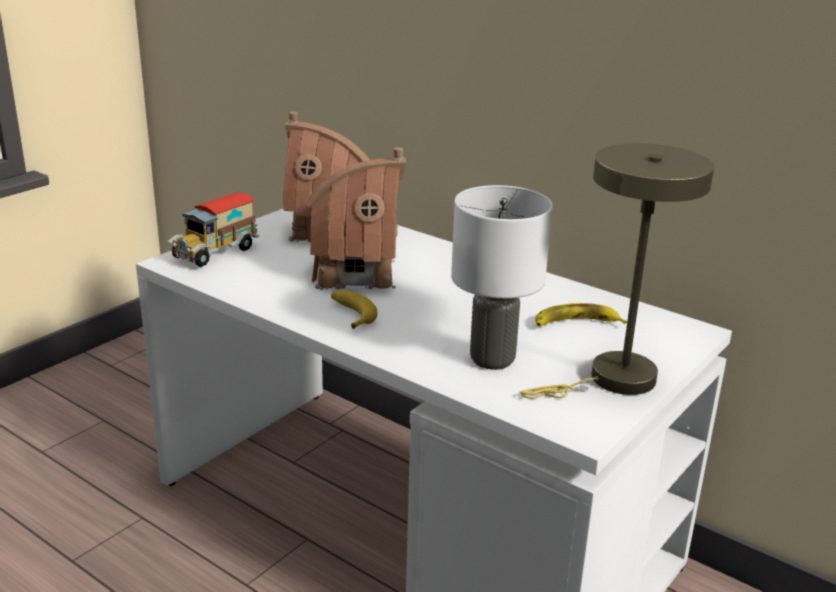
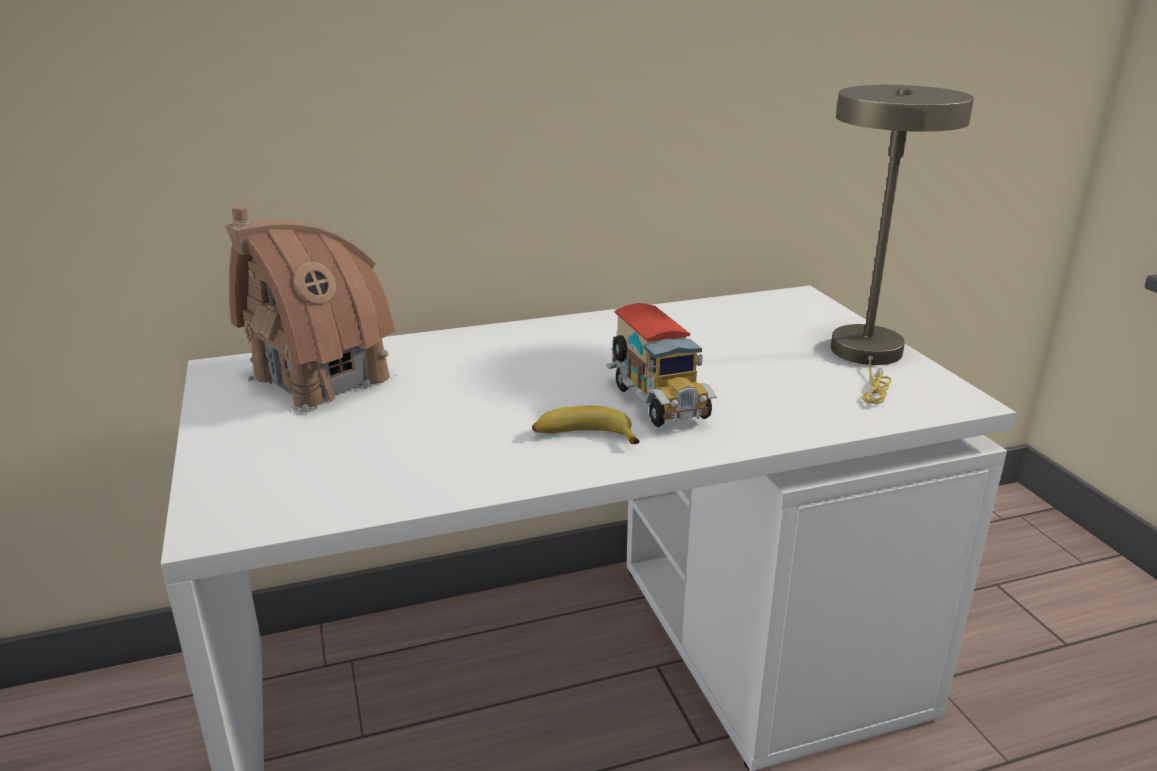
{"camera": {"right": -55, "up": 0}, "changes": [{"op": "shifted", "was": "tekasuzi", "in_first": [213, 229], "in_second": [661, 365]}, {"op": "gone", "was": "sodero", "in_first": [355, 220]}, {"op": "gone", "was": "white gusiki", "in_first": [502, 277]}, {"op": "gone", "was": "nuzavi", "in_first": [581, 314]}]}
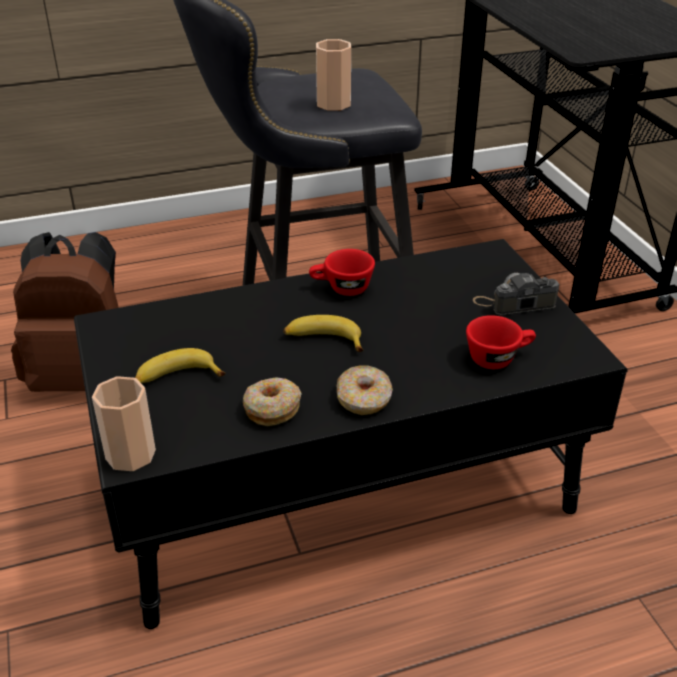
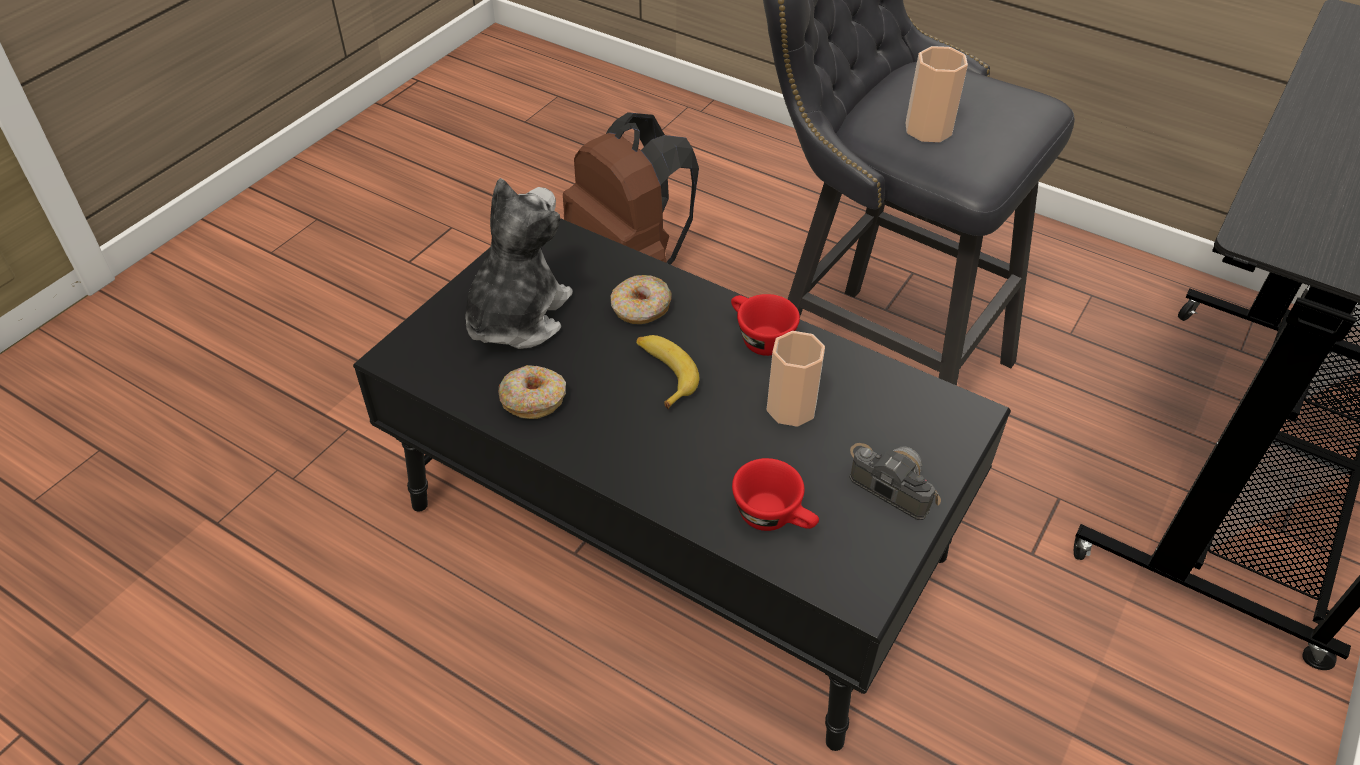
{"camera": {"right": 50, "up": 10}, "changes": [{"op": "swapped", "was": "nuzavi", "now": "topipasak", "in_first": [180, 365], "in_second": [519, 263]}, {"op": "shifted", "was": "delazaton", "in_first": [365, 390], "in_second": [641, 299]}, {"op": "shifted", "was": "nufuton", "in_first": [124, 423], "in_second": [796, 379]}]}
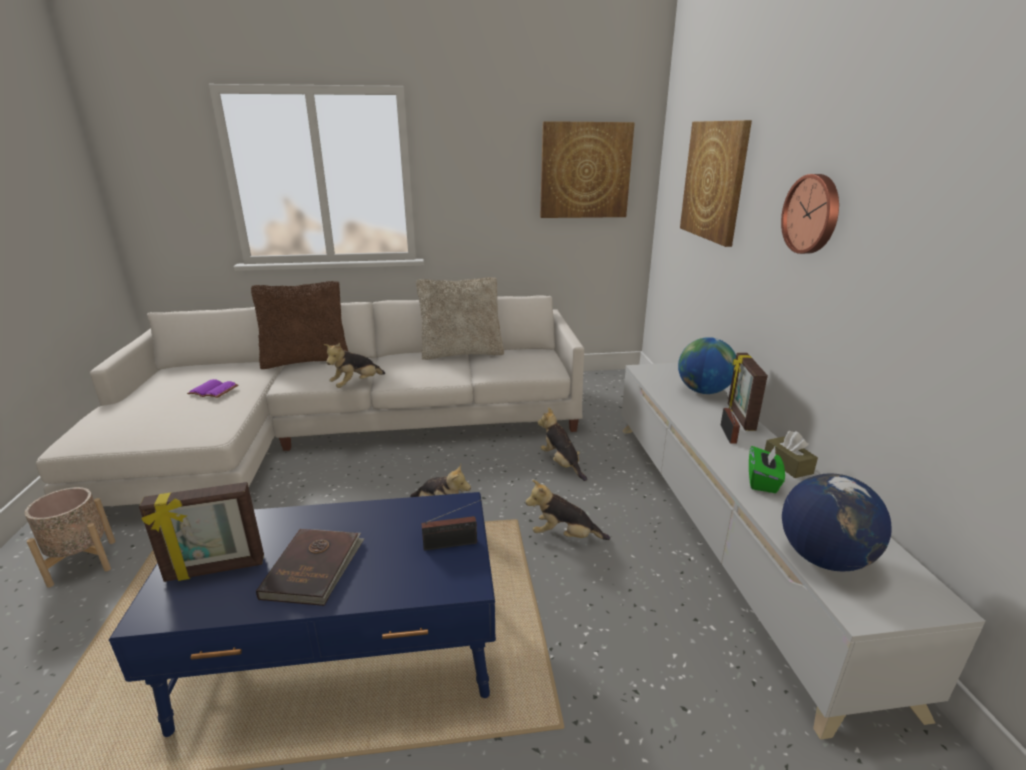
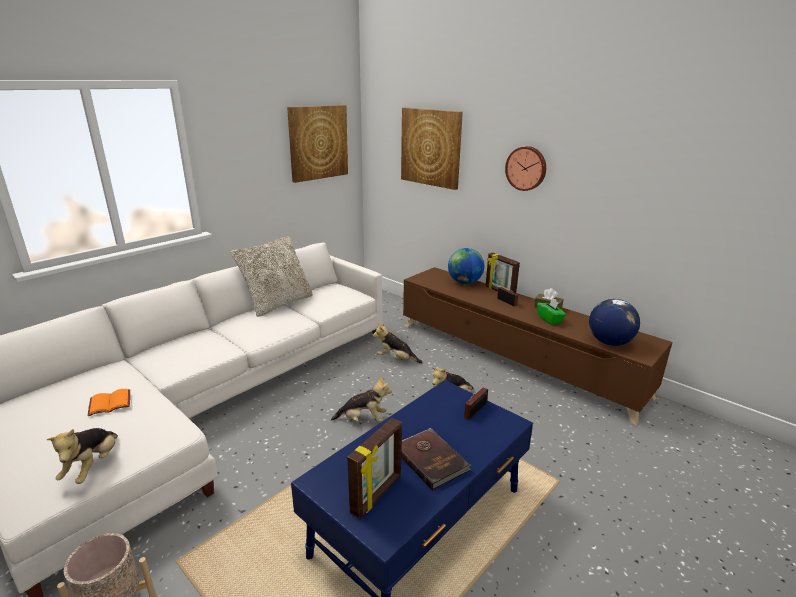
{"camera": {"right": -40, "up": 0}, "changes": [{"op": "shifted", "was": "topipasak", "in_first": [354, 365], "in_second": [82, 456]}, {"op": "repainted", "was": "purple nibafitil", "now": "orange nibafitil", "in_first": [212, 388], "in_second": [109, 402]}, {"op": "repainted", "was": "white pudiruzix", "now": "brown pudiruzix", "in_first": [804, 551], "in_second": [537, 346]}, {"op": "gone", "was": "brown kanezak", "in_first": [299, 325]}]}
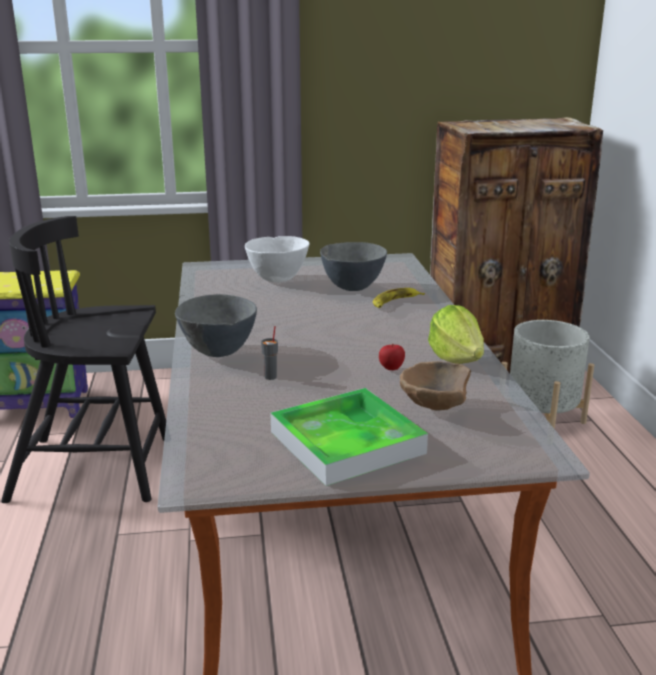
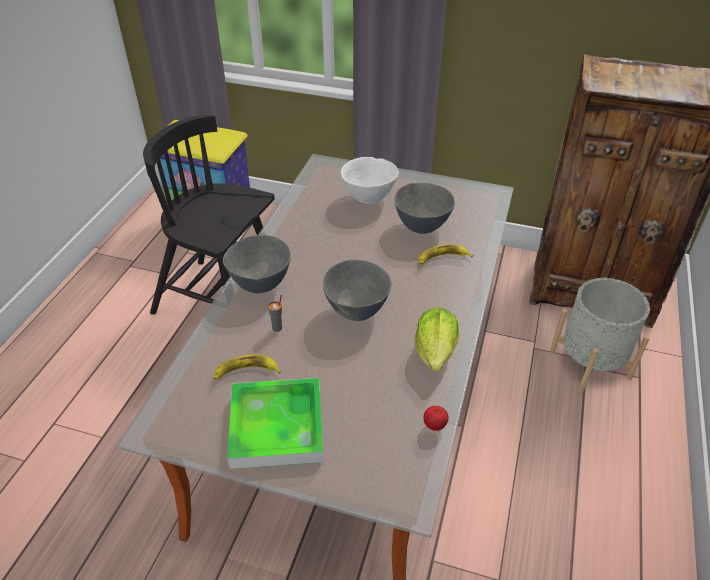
{"camera": {"right": 25, "up": 20}, "changes": [{"op": "new", "now": "nuzavi", "in_second": [247, 367]}, {"op": "new", "now": "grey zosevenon", "in_second": [357, 290]}, {"op": "shifted", "was": "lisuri", "in_first": [392, 357], "in_second": [436, 418]}, {"op": "gone", "was": "brown zosevenon", "in_first": [435, 386]}]}
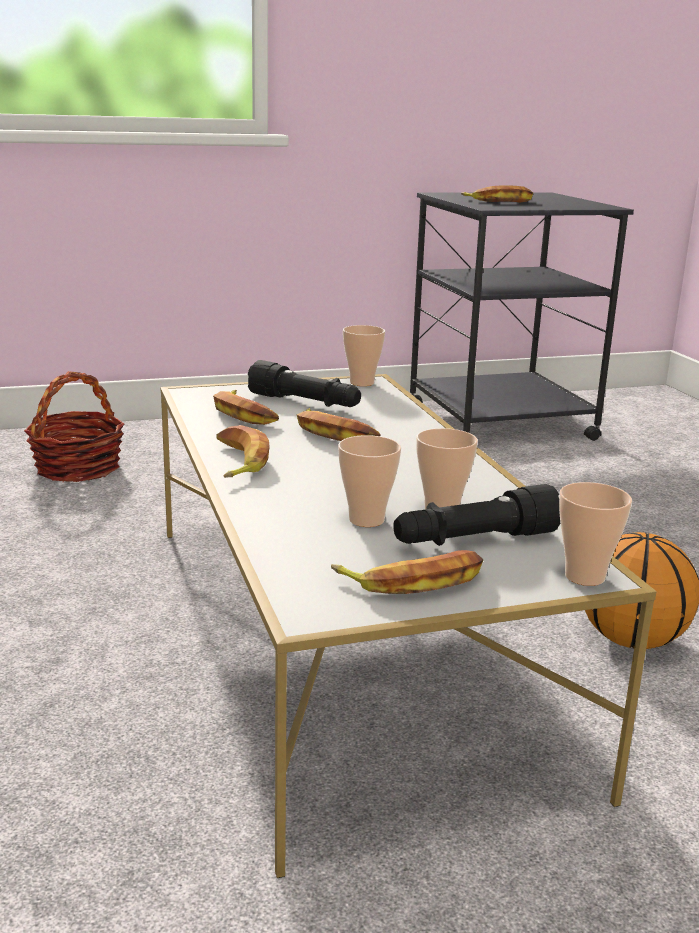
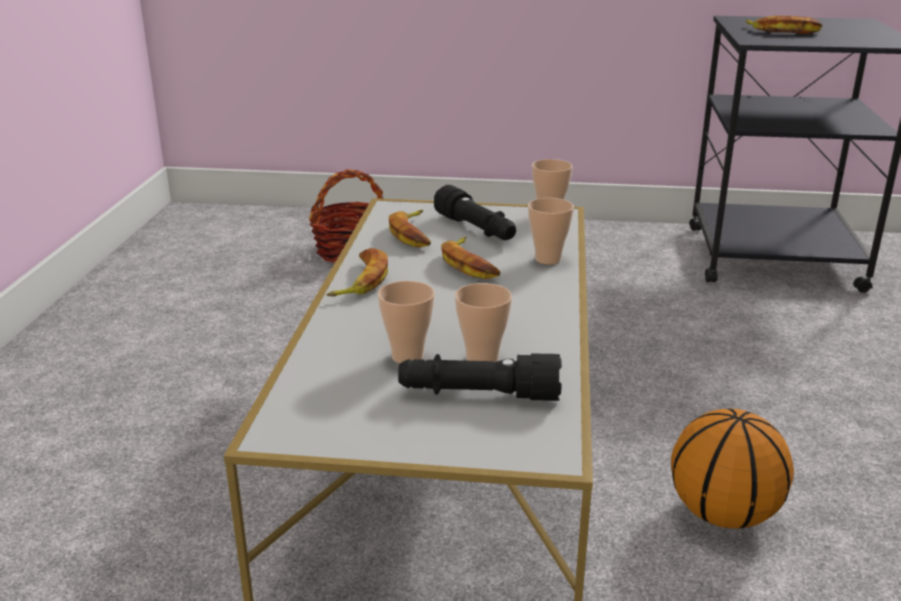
{"camera": {"right": 25, "up": 5}, "changes": [{"op": "shifted", "was": "nufuton", "in_first": [595, 534], "in_second": [551, 231]}, {"op": "gone", "was": "nuzavi", "in_first": [407, 572]}]}
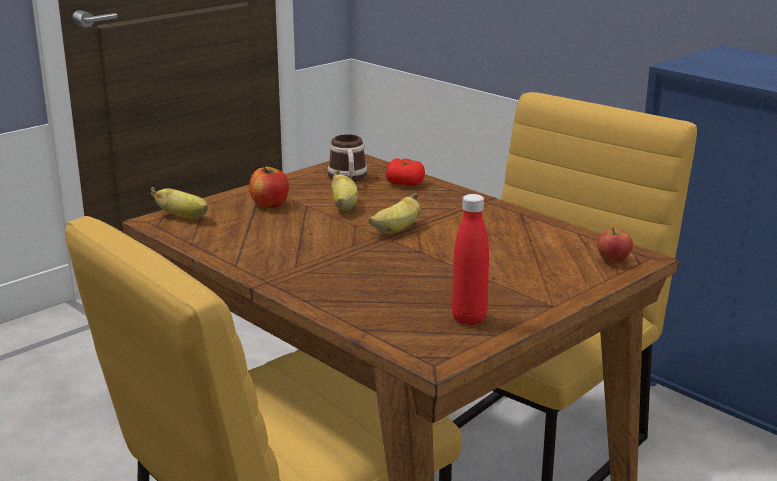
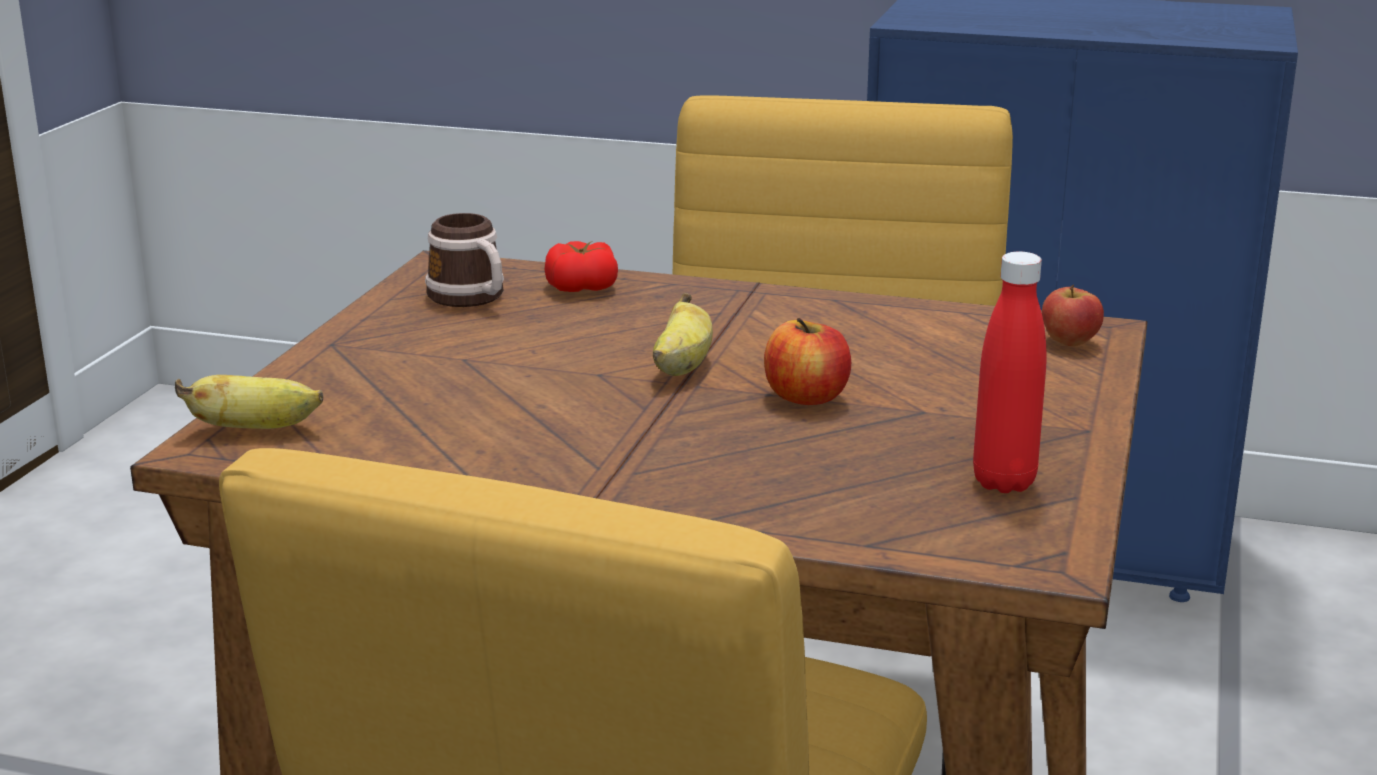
{"camera": {"right": -30, "up": 0}, "changes": [{"op": "shifted", "was": "lisuri", "in_first": [269, 187], "in_second": [807, 361]}, {"op": "gone", "was": "nuzavi", "in_first": [345, 190]}]}
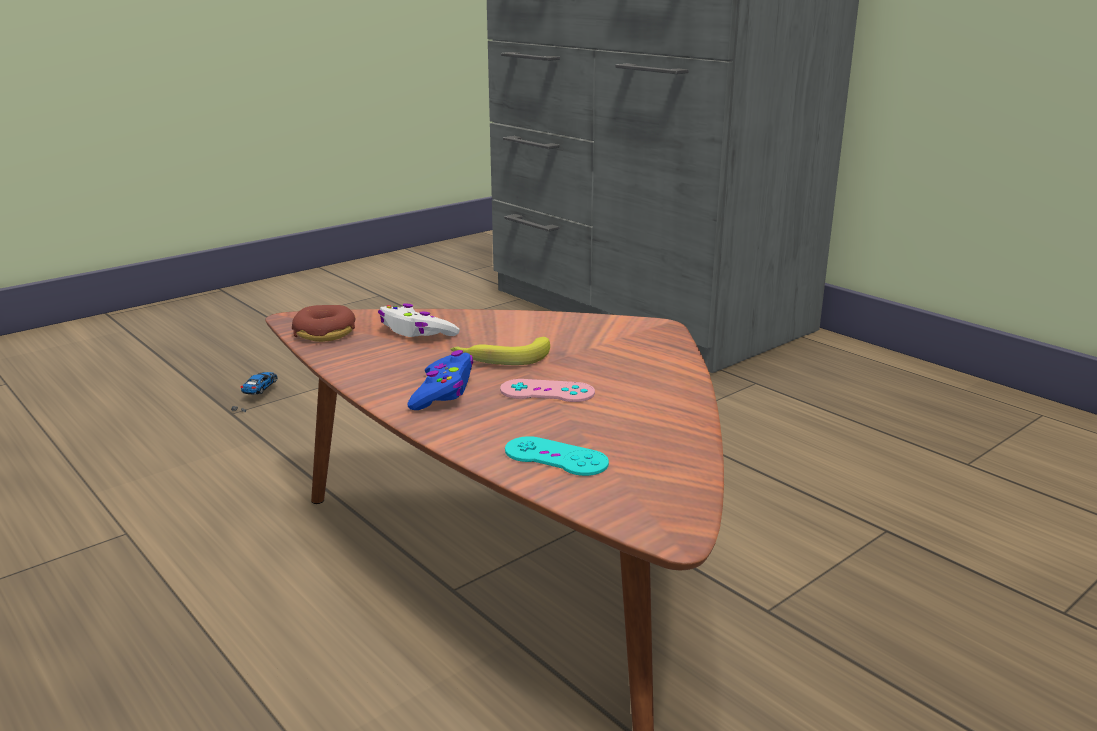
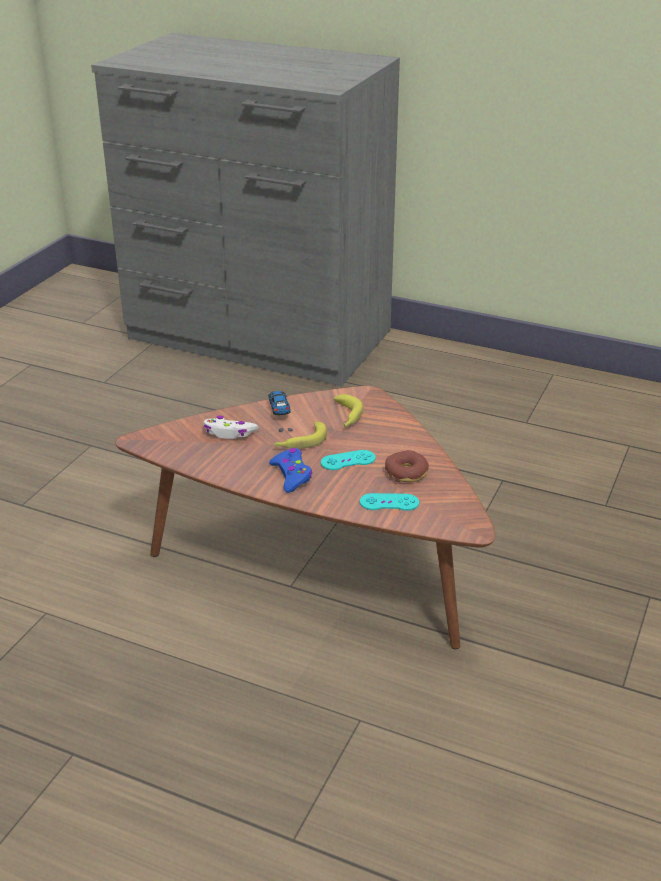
{"camera": {"right": -25, "up": 10}, "changes": [{"op": "shifted", "was": "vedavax", "in_first": [254, 392], "in_second": [281, 411]}, {"op": "repainted", "was": "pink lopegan", "now": "turquoise lopegan", "in_first": [547, 390], "in_second": [348, 460]}, {"op": "new", "now": "nuzavi", "in_second": [348, 410]}, {"op": "shifted", "was": "delazaton", "in_first": [323, 323], "in_second": [407, 466]}]}
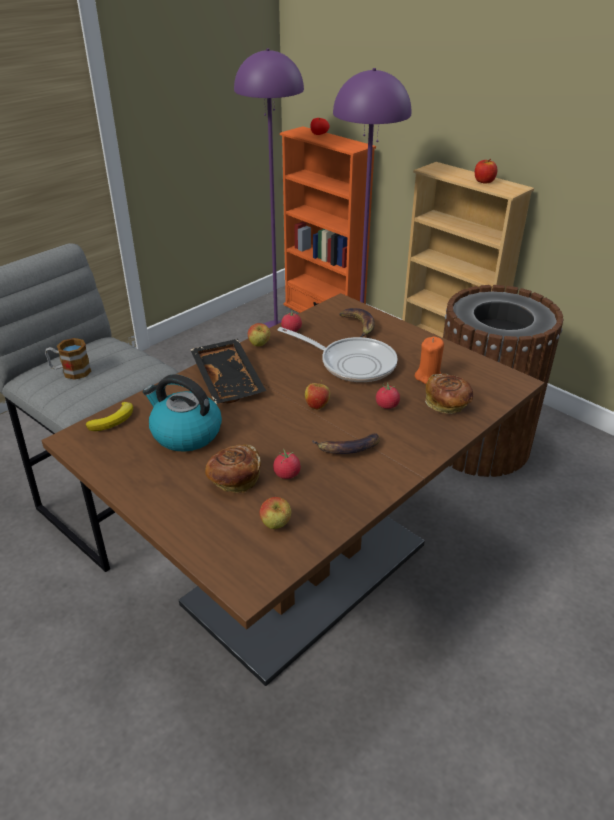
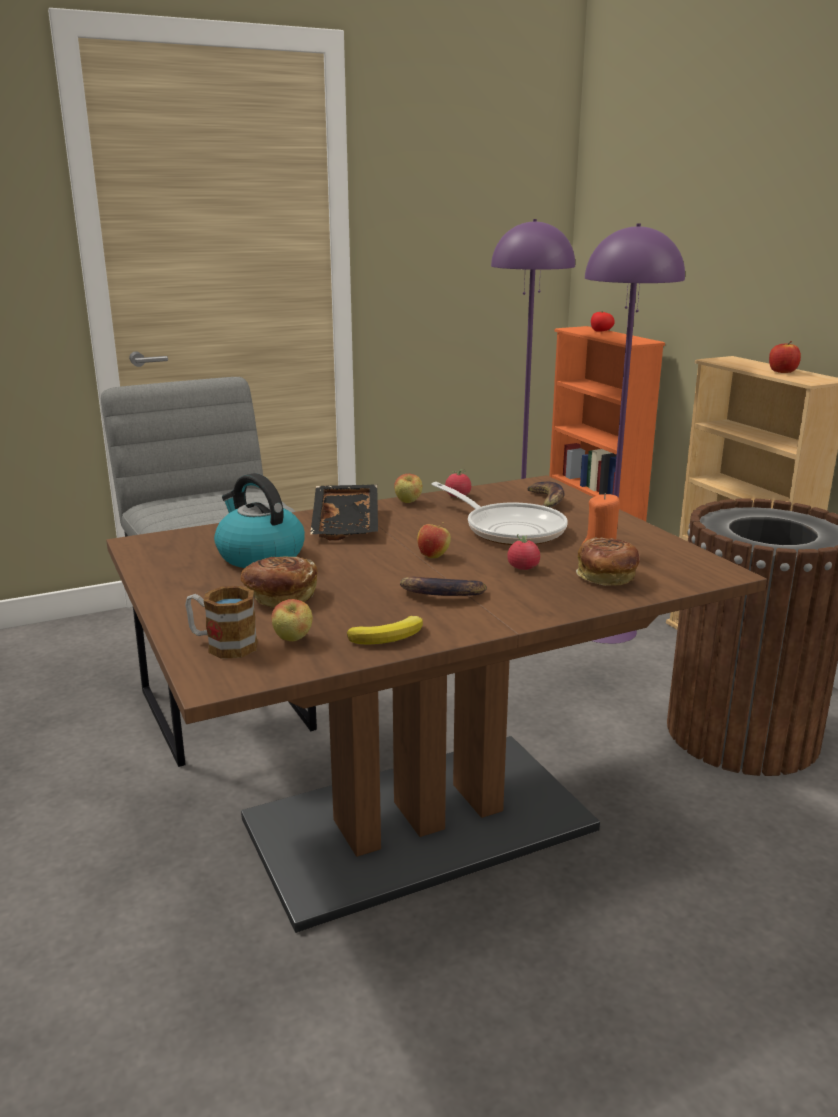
{"camera": {"right": 20, "up": -15}, "changes": [{"op": "shifted", "was": "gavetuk", "in_first": [68, 359], "in_second": [221, 622]}, {"op": "shifted", "was": "nuzavi", "in_first": [109, 416], "in_second": [385, 630]}, {"op": "gone", "was": "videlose", "in_first": [287, 464]}]}
